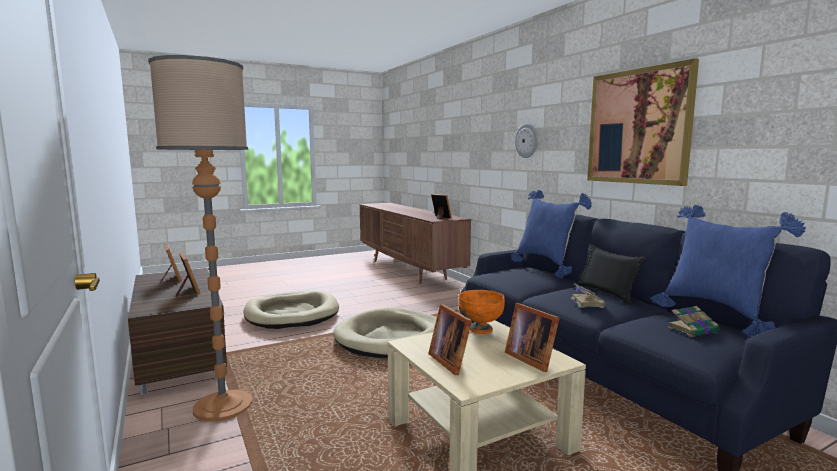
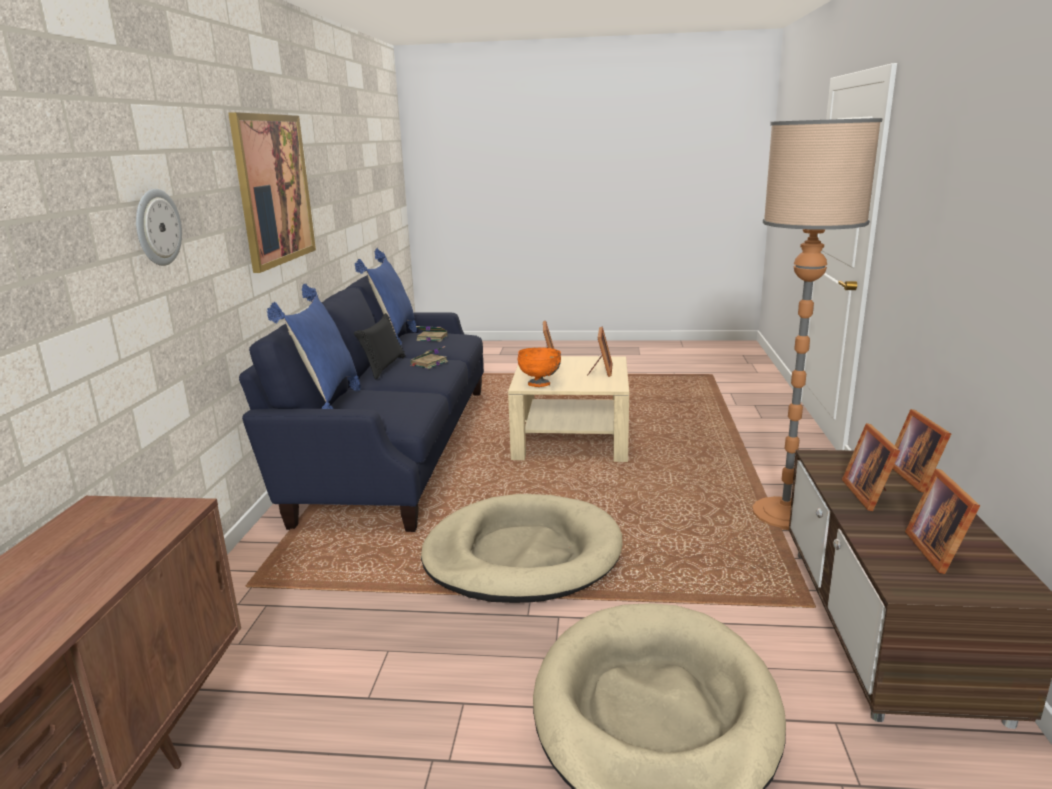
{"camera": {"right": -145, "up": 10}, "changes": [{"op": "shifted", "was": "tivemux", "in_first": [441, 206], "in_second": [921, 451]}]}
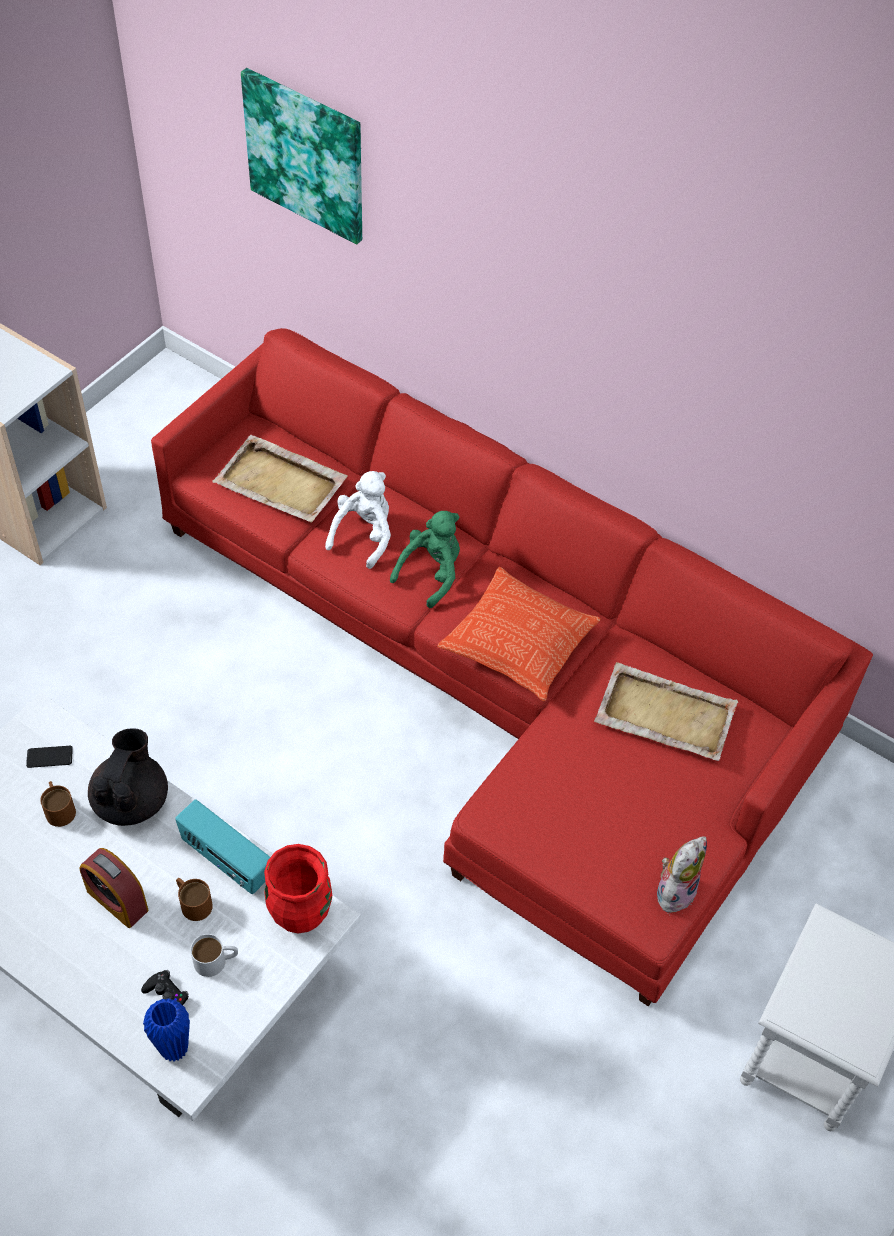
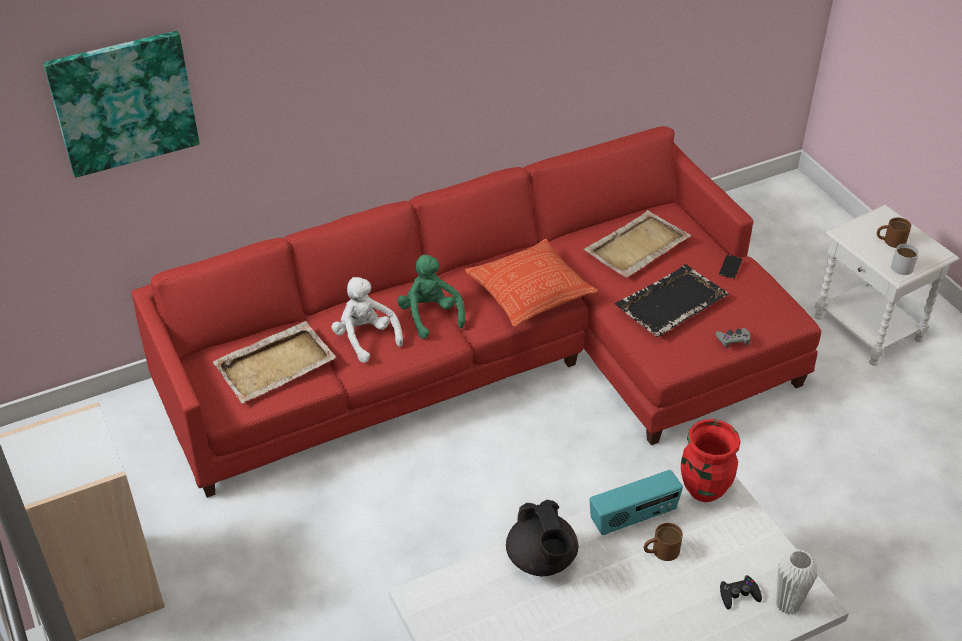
{"camera": {"right": -60, "up": -10}, "changes": [{"op": "rotated", "was": "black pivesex", "in_first": [128, 777], "in_second": [542, 538], "clockwise": -150}, {"op": "new", "now": "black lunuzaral", "in_second": [671, 300]}, {"op": "new", "now": "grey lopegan", "in_second": [732, 338]}, {"op": "shifted", "was": "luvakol", "in_first": [49, 757], "in_second": [730, 266]}, {"op": "repainted", "was": "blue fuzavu", "now": "white fuzavu", "in_first": [166, 1030], "in_second": [797, 582]}, {"op": "shifted", "was": "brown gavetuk", "in_first": [58, 804], "in_second": [894, 233]}, {"op": "shifted", "was": "white gavetuk", "in_first": [214, 955], "in_second": [905, 259]}, {"op": "gone", "was": "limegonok", "in_first": [114, 888]}, {"op": "gone", "was": "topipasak", "in_first": [682, 874]}]}
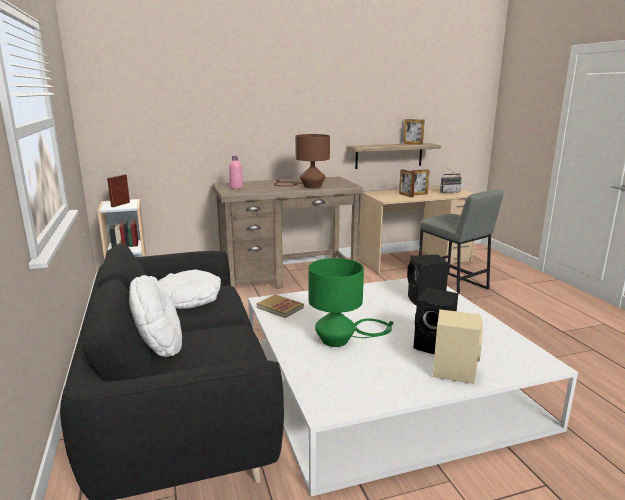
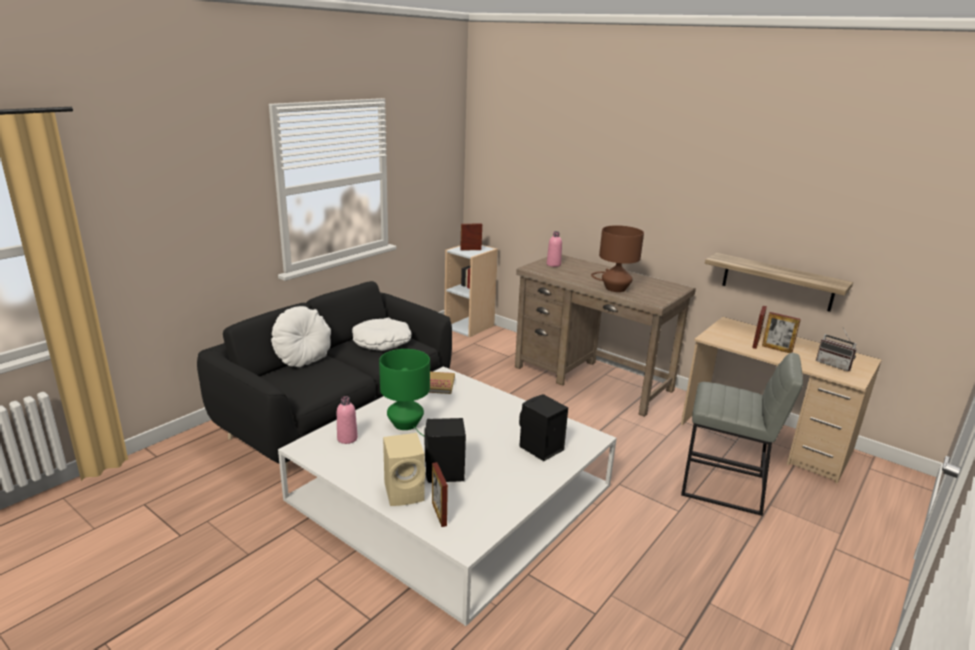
{"camera": {"right": 55, "up": 5}, "changes": [{"op": "new", "now": "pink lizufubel", "in_second": [347, 420]}, {"op": "shifted", "was": "tivemux", "in_first": [414, 132], "in_second": [440, 494]}, {"op": "rotated", "was": "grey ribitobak", "in_first": [461, 242], "in_second": [742, 434], "clockwise": -90}]}
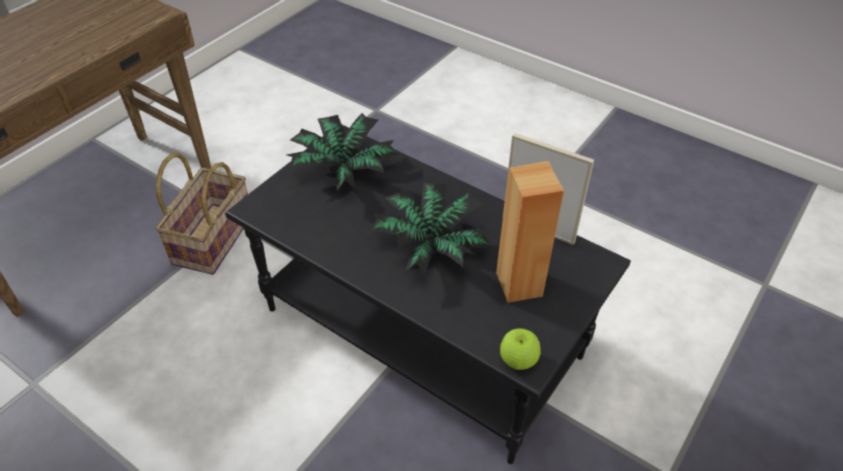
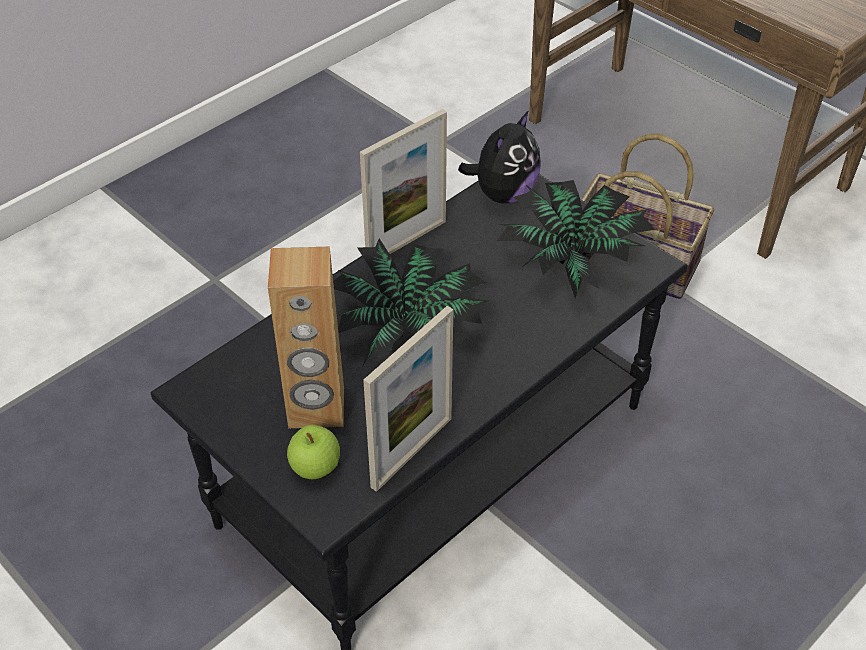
{"camera": {"right": 100, "up": 0}, "changes": [{"op": "shifted", "was": "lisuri", "in_first": [520, 349], "in_second": [313, 452]}, {"op": "new", "now": "tivemux", "in_second": [403, 181]}, {"op": "new", "now": "topipasak", "in_second": [499, 156]}]}
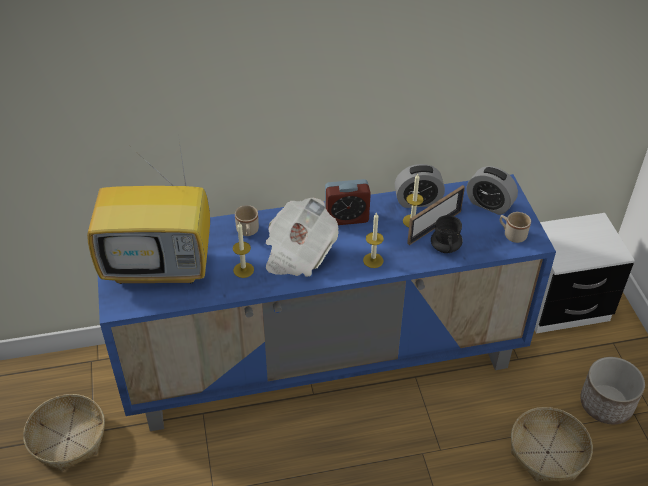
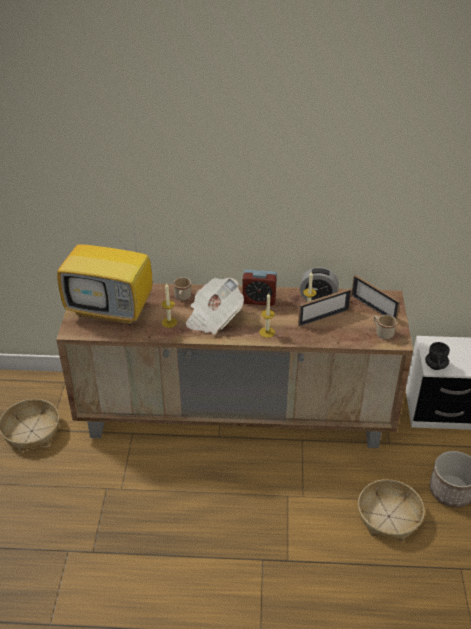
{"camera": {"right": 15, "up": -5}, "changes": [{"op": "repainted", "was": "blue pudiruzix", "now": "brown pudiruzix", "in_first": [327, 302], "in_second": [234, 365]}, {"op": "swapped", "was": "limegonok", "now": "tivemux", "in_first": [492, 190], "in_second": [375, 297]}, {"op": "shifted", "was": "black gavetuk", "in_first": [447, 234], "in_second": [437, 356]}]}
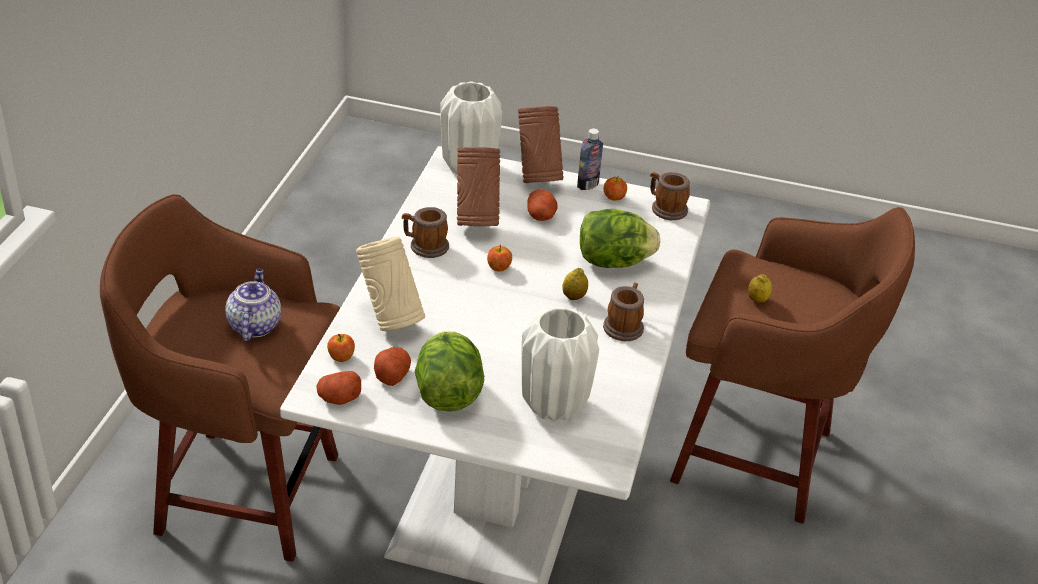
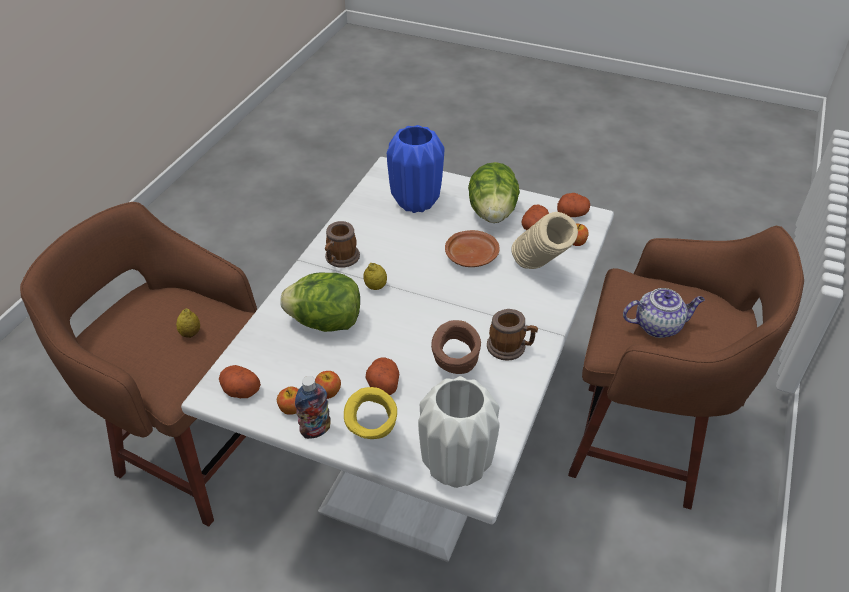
{"camera": {"right": -170, "up": 5}, "changes": [{"op": "swapped", "was": "gavetuk", "now": "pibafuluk", "in_first": [670, 196], "in_second": [240, 381]}, {"op": "shifted", "was": "lisuri", "in_first": [499, 258], "in_second": [328, 385]}, {"op": "repainted", "was": "brown fuzavu", "now": "yellow fuzavu", "in_first": [541, 144], "in_second": [370, 413]}, {"op": "repainted", "was": "white fuzavu", "now": "blue fuzavu", "in_first": [560, 364], "in_second": [415, 169]}, {"op": "new", "now": "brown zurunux", "in_second": [472, 248]}, {"op": "rotated", "was": "pivesex", "in_first": [253, 304], "in_second": [664, 313], "clockwise": -105}]}
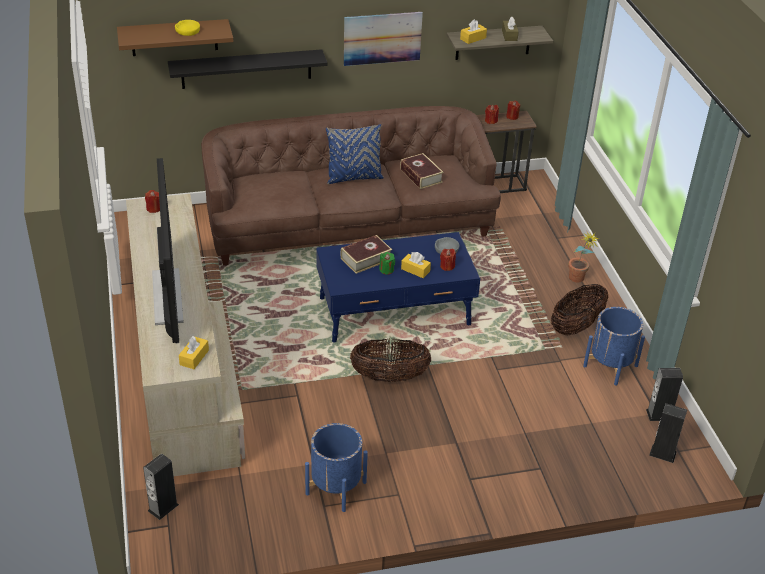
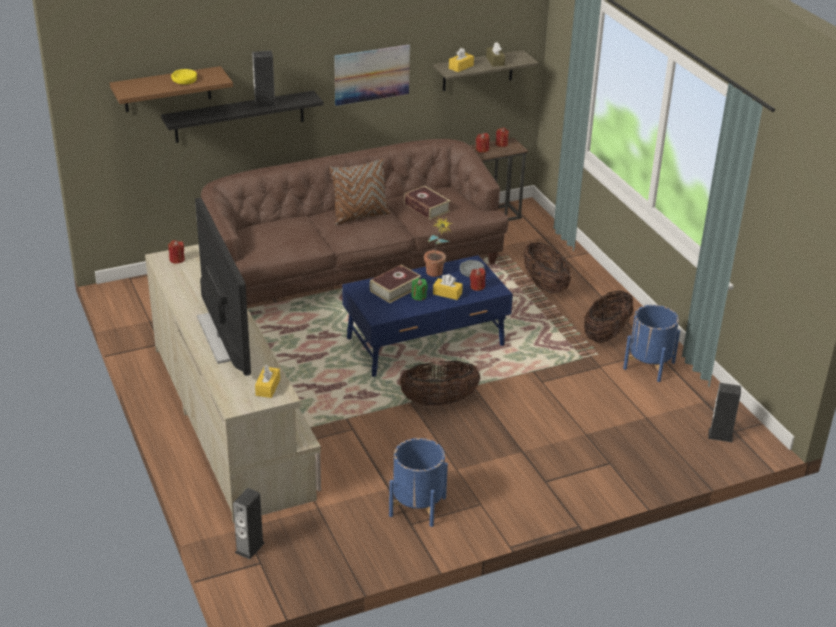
{"camera": {"right": -10, "up": -5}, "changes": [{"op": "shifted", "was": "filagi", "in_first": [664, 394], "in_second": [264, 79]}, {"op": "repainted", "was": "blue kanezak", "now": "brown kanezak", "in_first": [355, 154], "in_second": [359, 192]}, {"op": "shifted", "was": "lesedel", "in_first": [583, 257], "in_second": [438, 247]}, {"op": "new", "now": "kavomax", "in_second": [547, 268]}]}
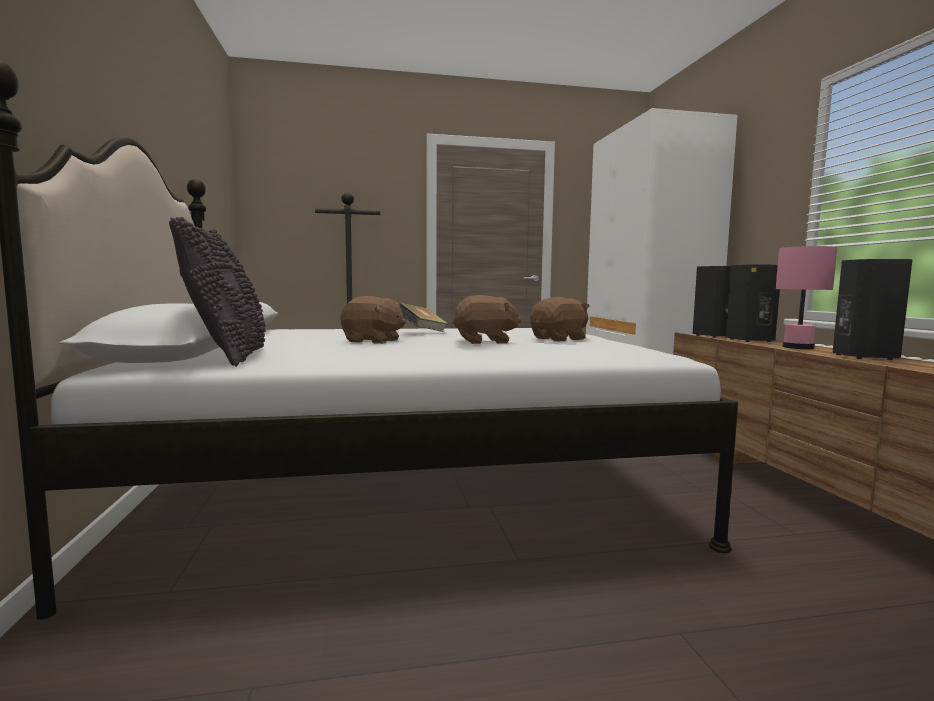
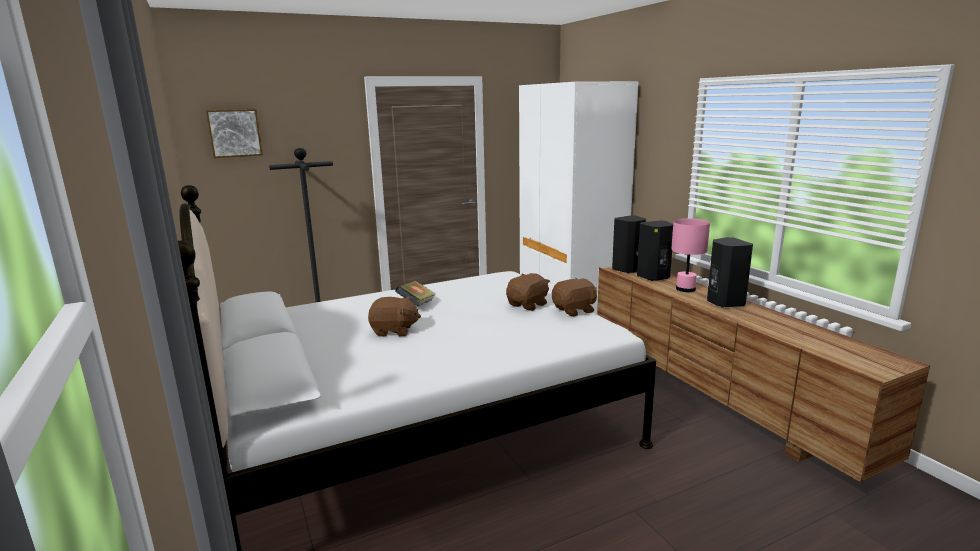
{"camera": {"right": -15, "up": 10}, "changes": [{"op": "new", "now": "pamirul", "in_second": [234, 133]}, {"op": "shifted", "was": "brown topipasak", "in_first": [487, 319], "in_second": [574, 297]}, {"op": "gone", "was": "black kanezak", "in_first": [217, 292]}]}
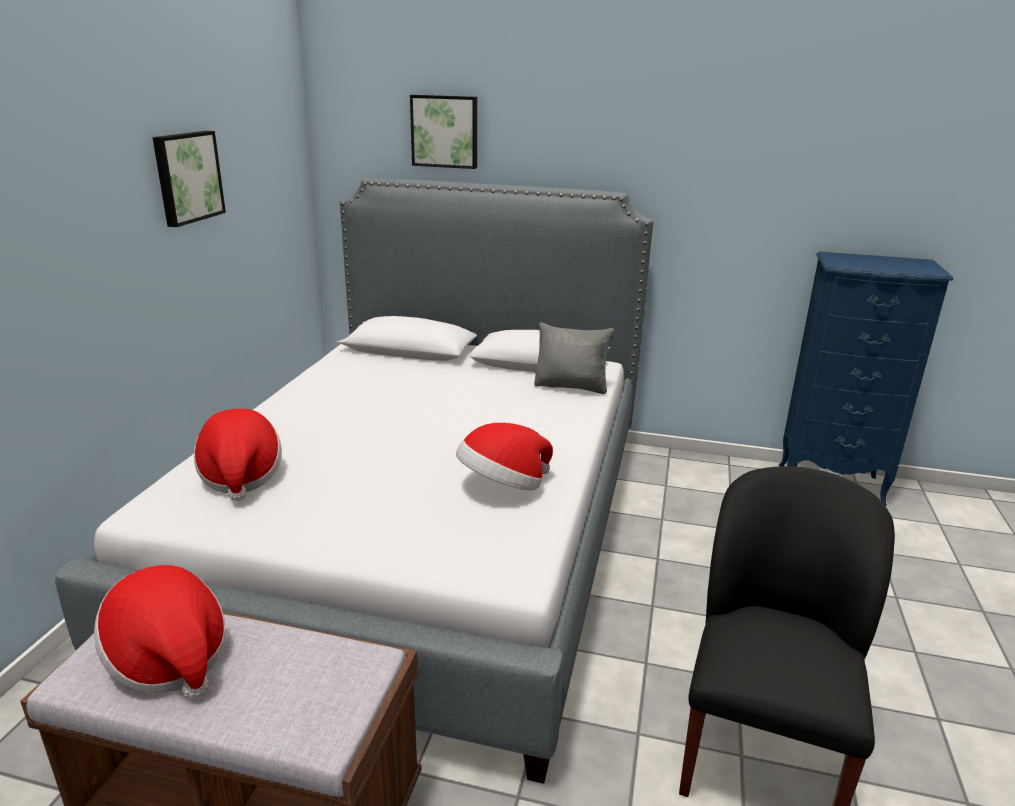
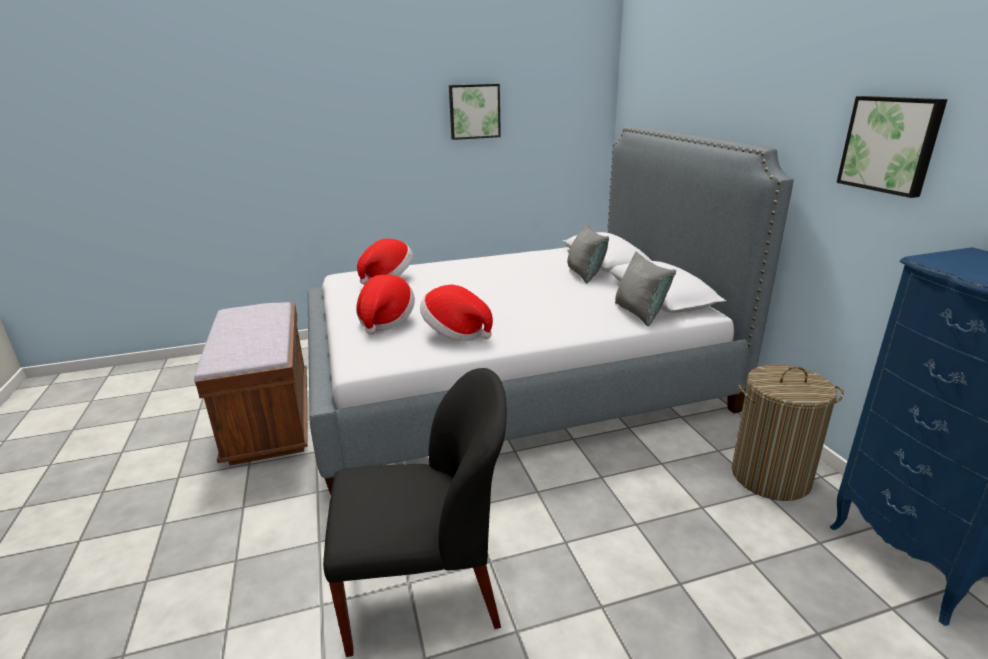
{"camera": {"right": 60, "up": 0}, "changes": [{"op": "shifted", "was": "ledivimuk", "in_first": [159, 632], "in_second": [385, 305]}, {"op": "new", "now": "grey kanezak", "in_second": [588, 253]}, {"op": "new", "now": "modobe", "in_second": [787, 432]}, {"op": "shifted", "was": "pamirul", "in_first": [443, 132], "in_second": [892, 147]}]}
